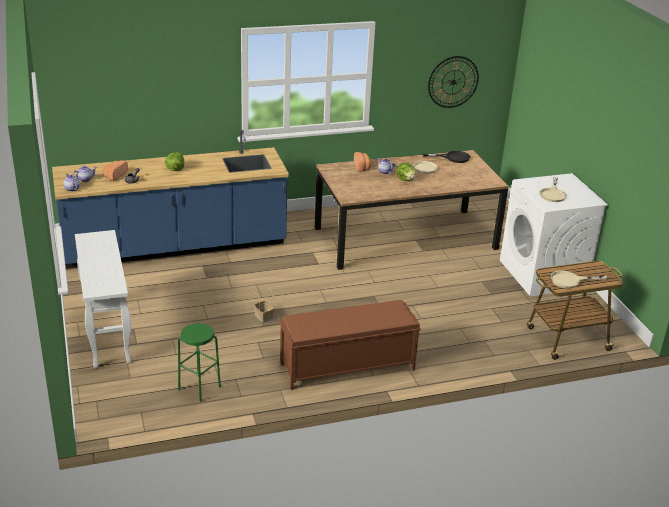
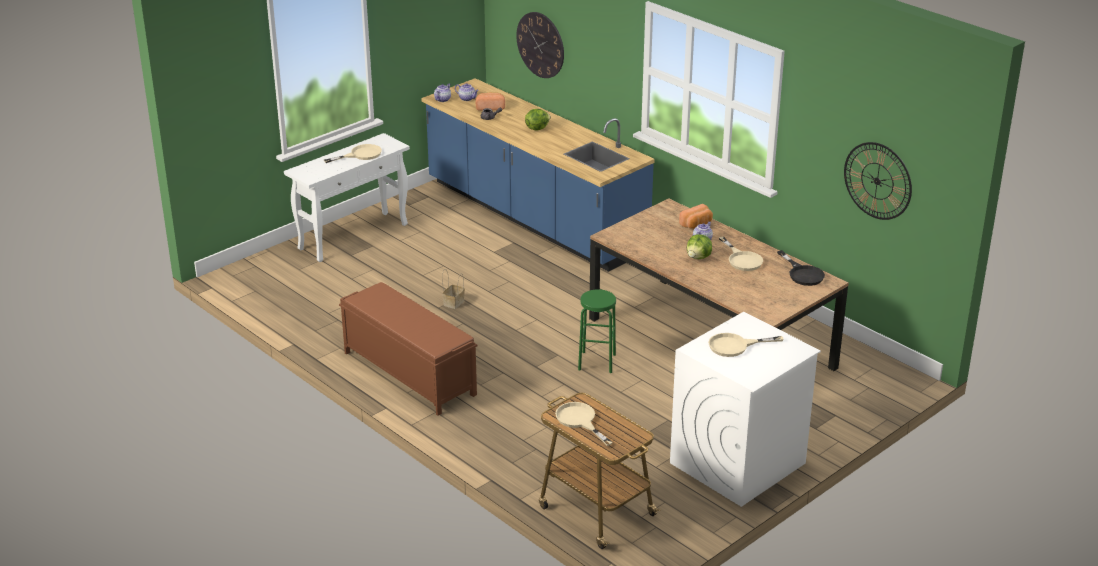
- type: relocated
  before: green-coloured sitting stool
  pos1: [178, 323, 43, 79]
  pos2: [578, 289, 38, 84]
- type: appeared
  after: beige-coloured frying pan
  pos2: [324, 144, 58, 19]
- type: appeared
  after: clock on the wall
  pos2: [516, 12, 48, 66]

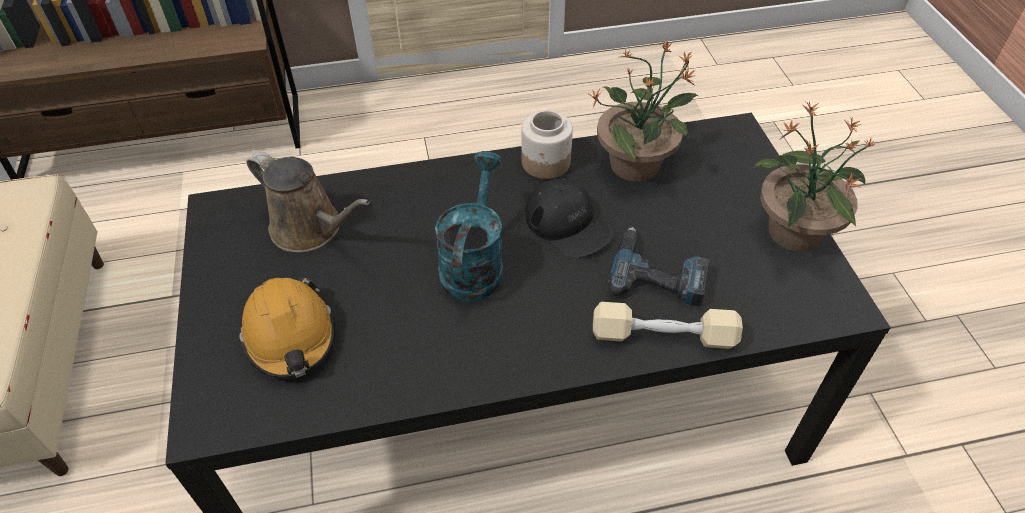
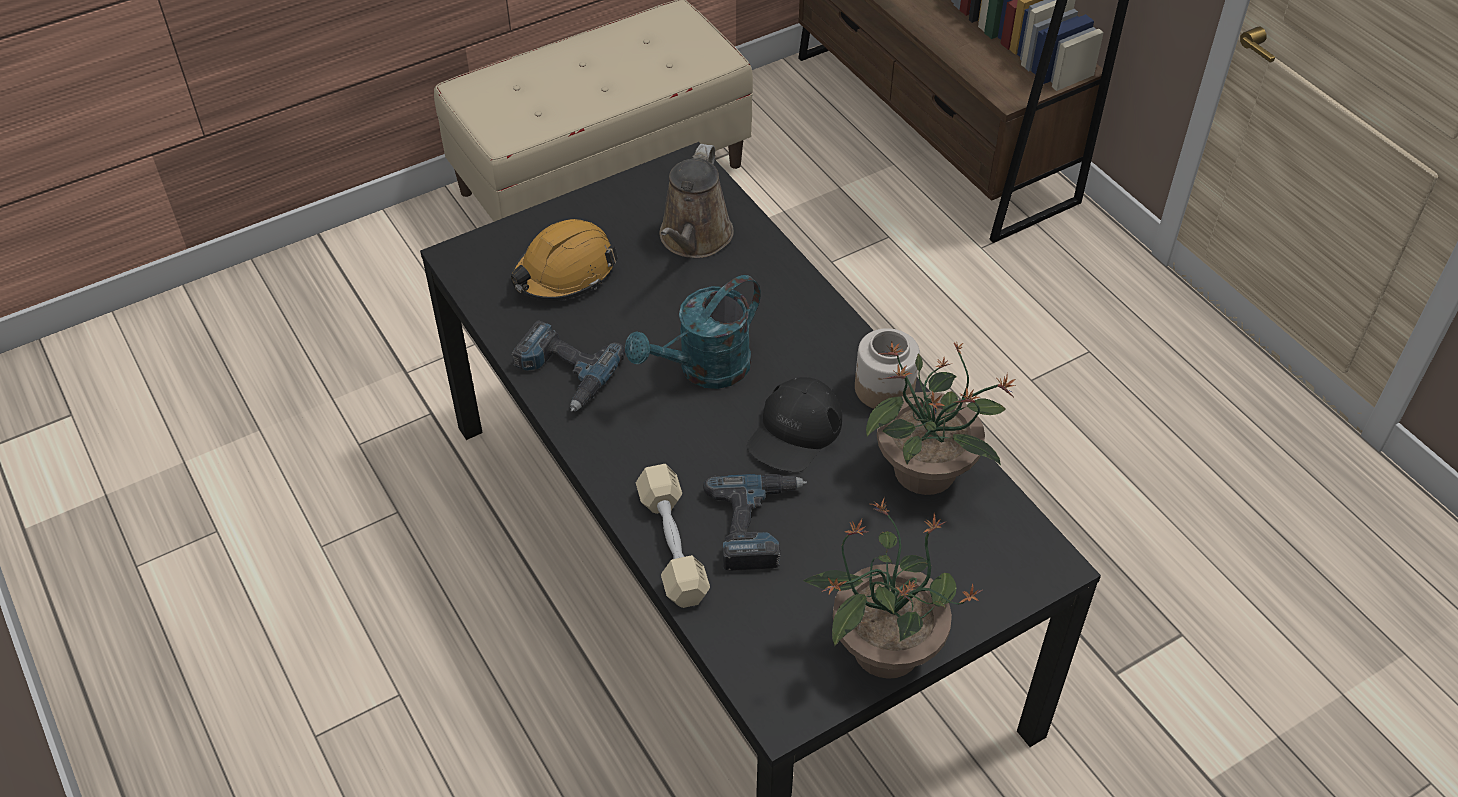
- type: spun
  before: turquoise watering pot
  pos1: [435, 151, 68, 151]
  pos2: [625, 275, 136, 114]
  turn: 150
- type: appeared
  after: electric drill
  pos2: [512, 321, 113, 91]

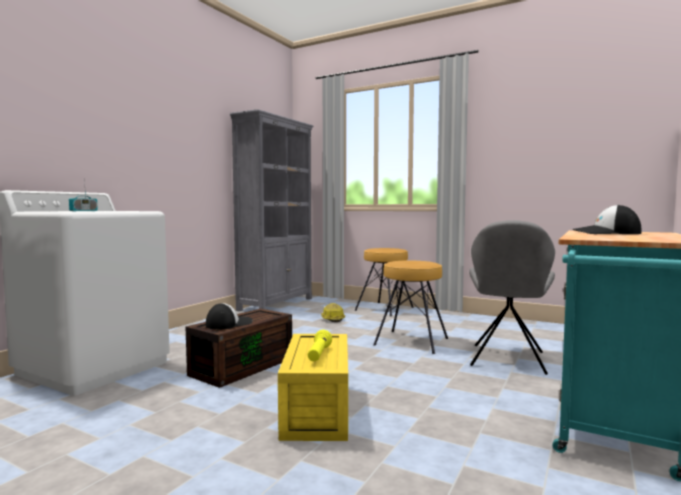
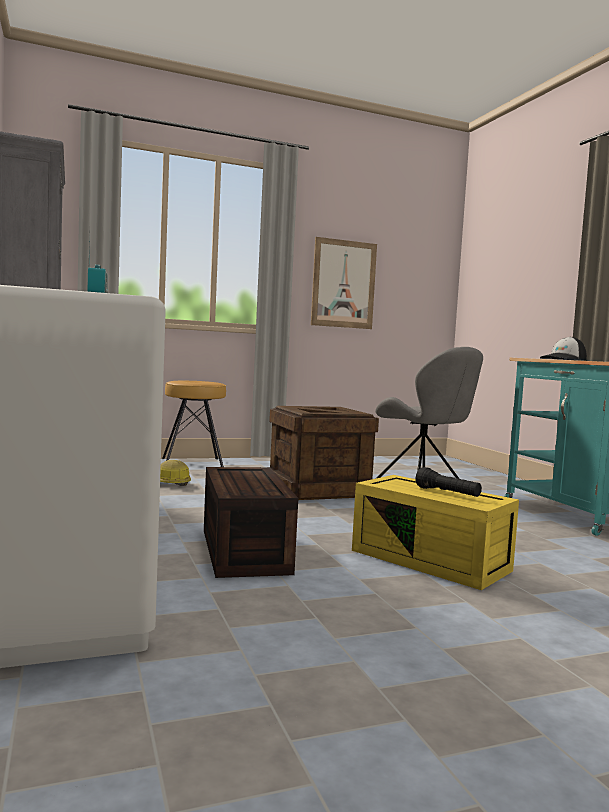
- type: missing
  before: peaked cap
  pos1: [206, 303, 47, 27]
- type: colour
  before: yellow torch
  after: blackish torch
  pos1: [308, 330, 24, 31]
  pos2: [415, 467, 67, 30]
- type: exchanged
  before: brown sitting stool
  after: packing crate
  pos1: [373, 261, 75, 93]
  pos2: [269, 406, 110, 94]
- type: appeared
  after: picture
  pos2: [311, 237, 66, 92]

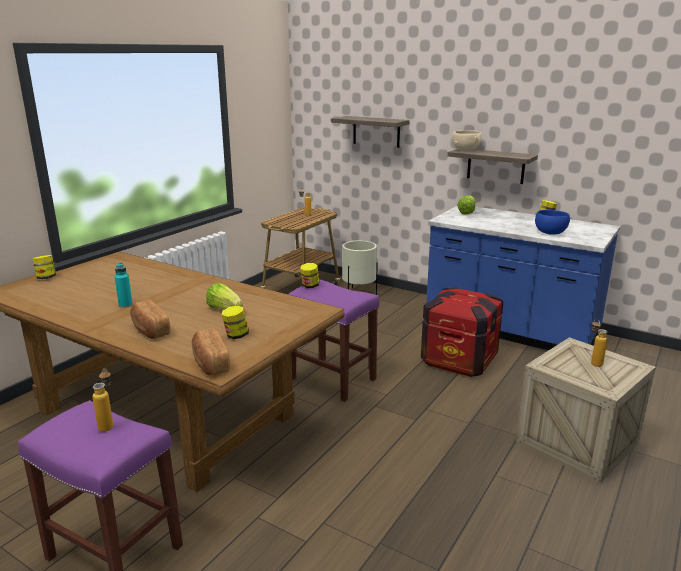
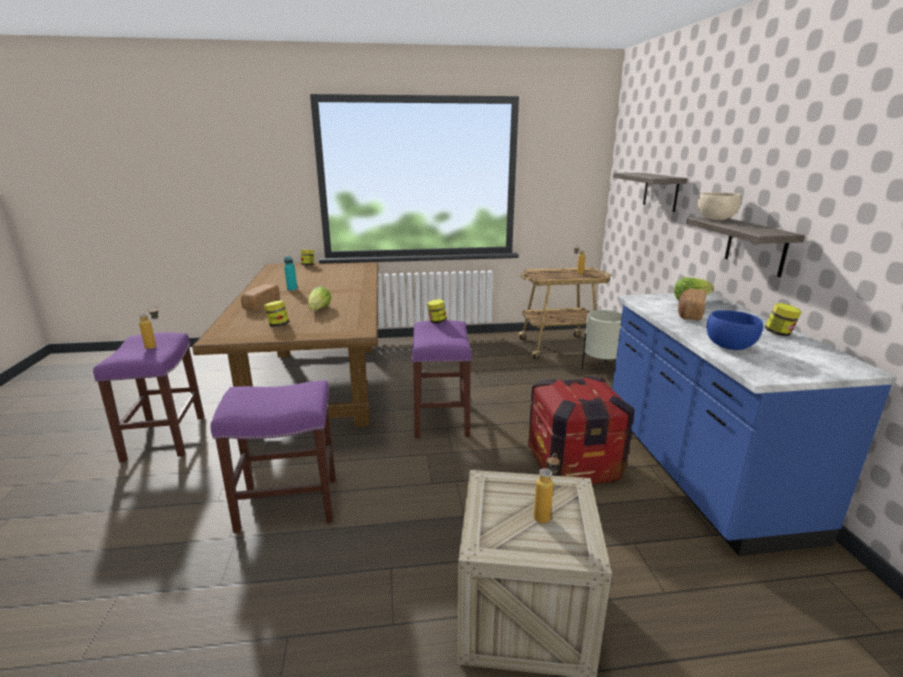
- type: relocated
  before: bread
  pos1: [192, 328, 38, 48]
  pos2: [678, 288, 28, 33]
- type: appeared
  after: purple-coloured sitting stool
  pos2: [211, 380, 125, 153]

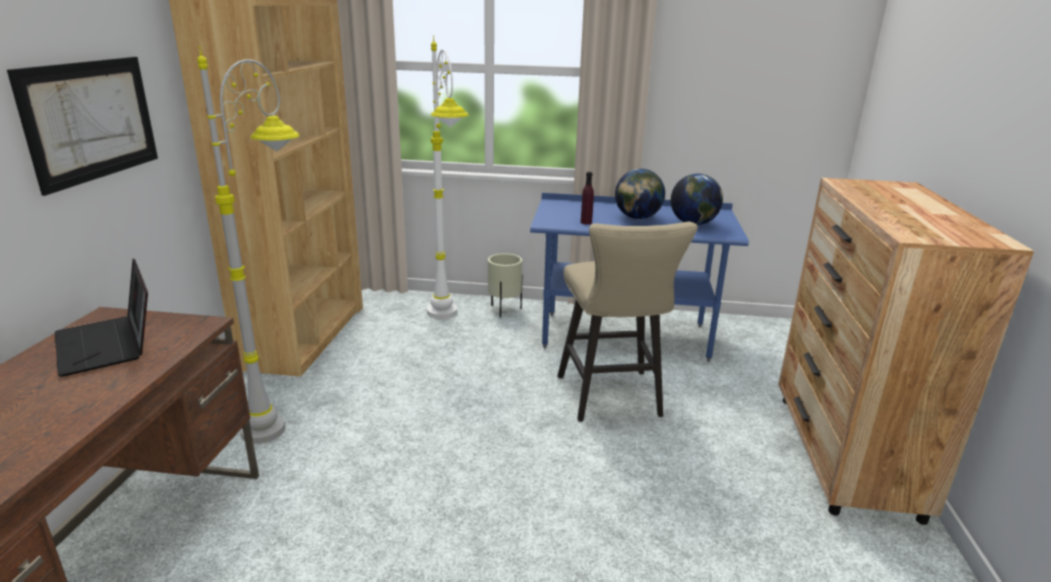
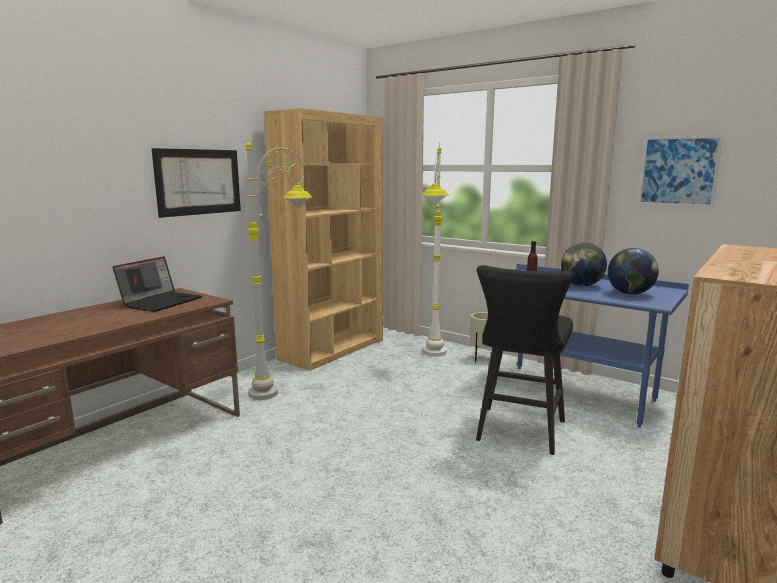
- type: spun
  before: notebook computer
  pos1: [55, 259, 93, 118]
  pos2: [112, 256, 90, 56]
  turn: -150
- type: colour
  before: beige-coloured sitting stool
  after: blackish sitting stool
  pos1: [558, 222, 140, 200]
  pos2: [476, 265, 98, 190]
- type: appeared
  after: picture
  pos2: [638, 135, 85, 72]

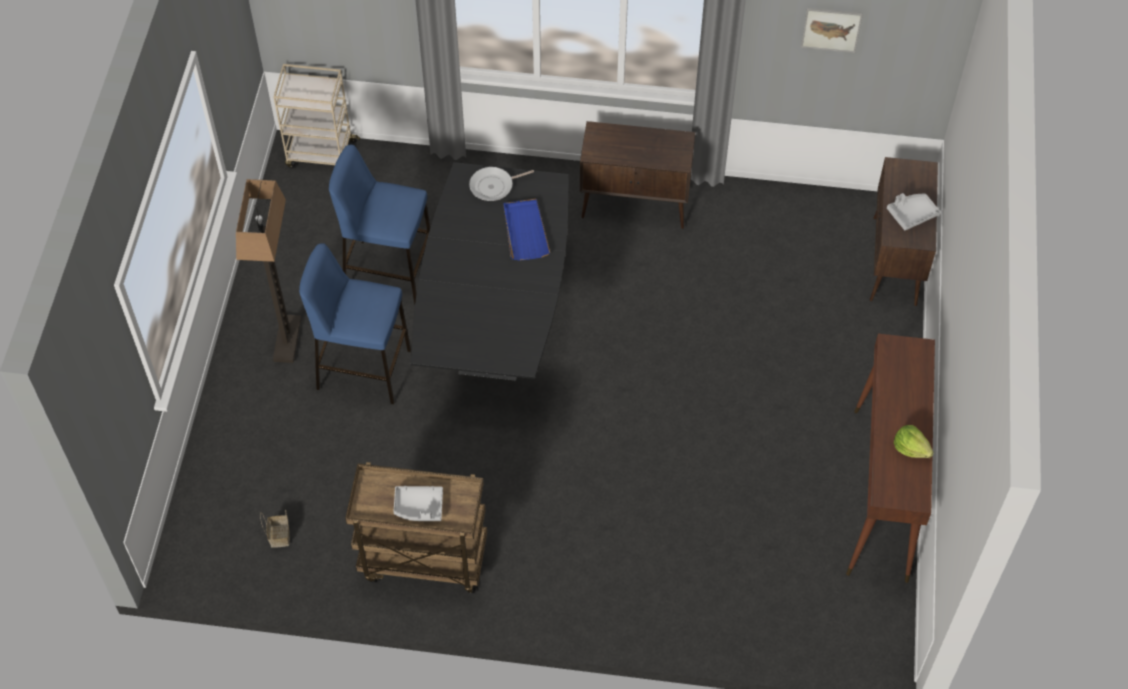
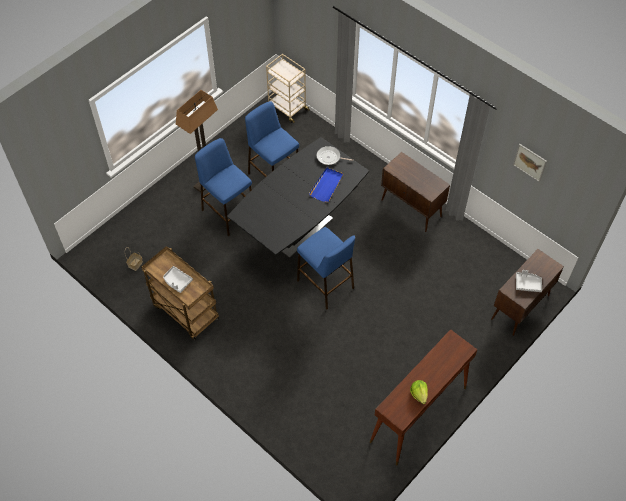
- type: appeared
  after: blue sitting stool
  pos2: [297, 227, 58, 83]

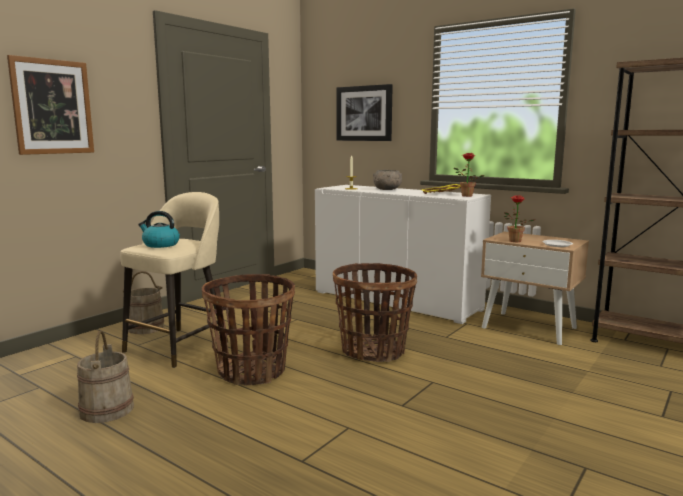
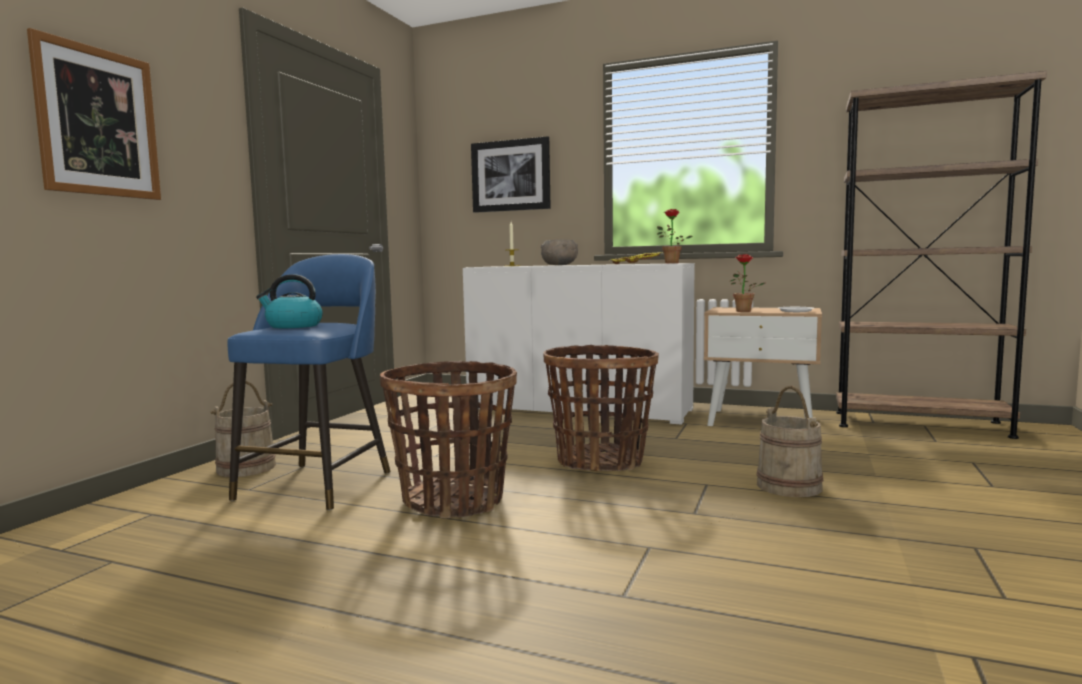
- type: relocated
  before: beige-coloured pail
  pos1: [77, 331, 57, 92]
  pos2: [757, 386, 66, 111]
- type: colour
  before: beige-coloured sitting stool
  after: blue sitting stool
  pos1: [120, 192, 108, 176]
  pos2: [227, 254, 164, 256]

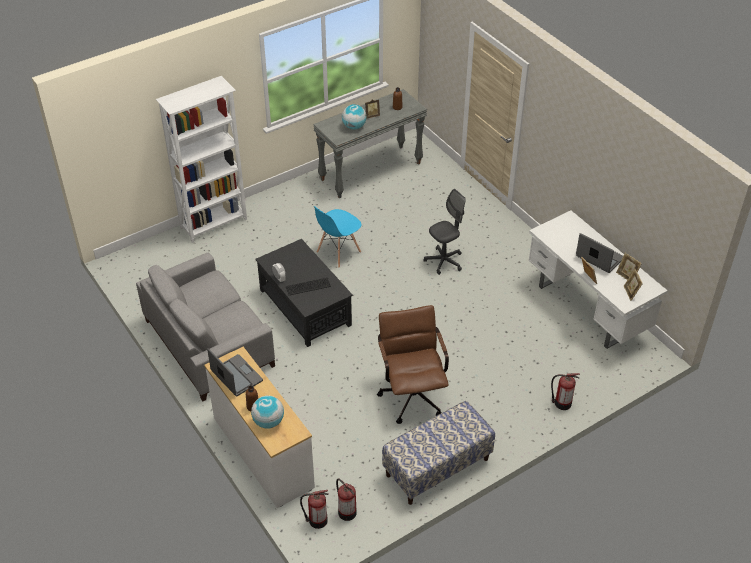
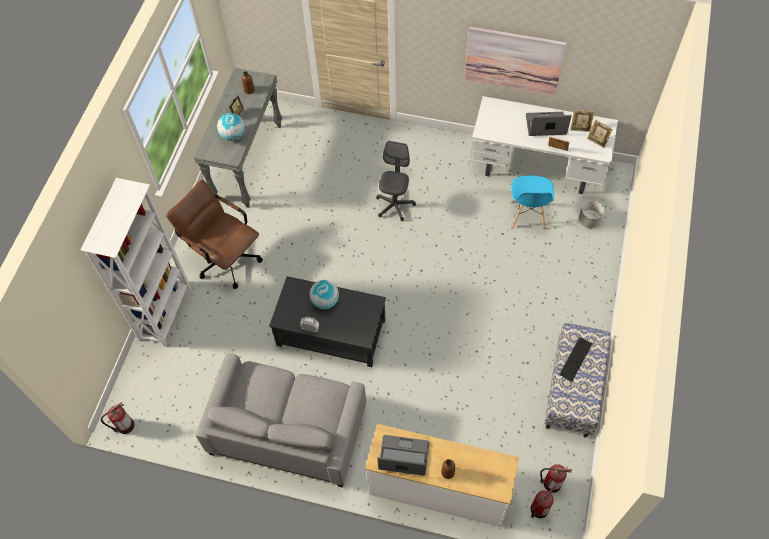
- type: relocated
  before: desk globe
  pos1: [251, 396, 33, 32]
  pos2: [309, 280, 30, 29]
- type: relocated
  before: keyboard
  pos1: [286, 278, 45, 17]
  pos2: [559, 337, 33, 44]
- type: relocated
  before: blue plain chair
  pos1: [314, 206, 48, 62]
  pos2: [511, 176, 43, 53]
- type: relocated
  before: brown office chair
  pos1: [377, 305, 72, 119]
  pos2: [166, 179, 97, 110]
- type: relocated
  before: extinguisher
  pos1: [551, 373, 29, 37]
  pos2: [101, 402, 33, 32]
- type: appeared
  after: picture
  pos2: [465, 27, 101, 68]
- type: appeared
  after: gray flower pot
  pos2: [579, 200, 25, 28]

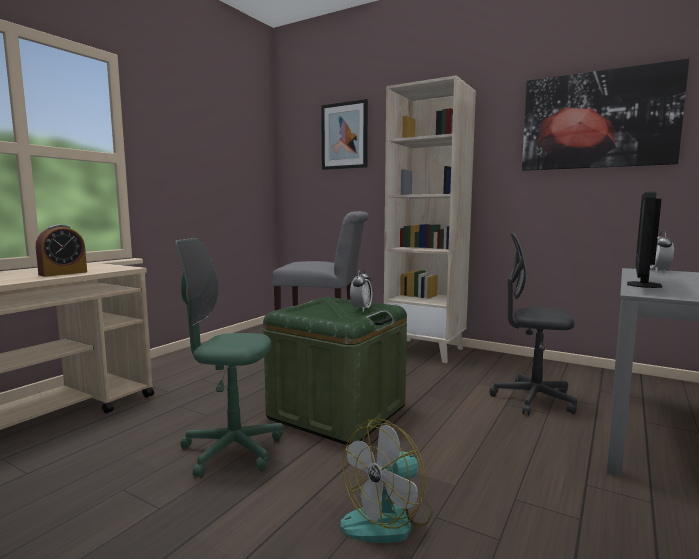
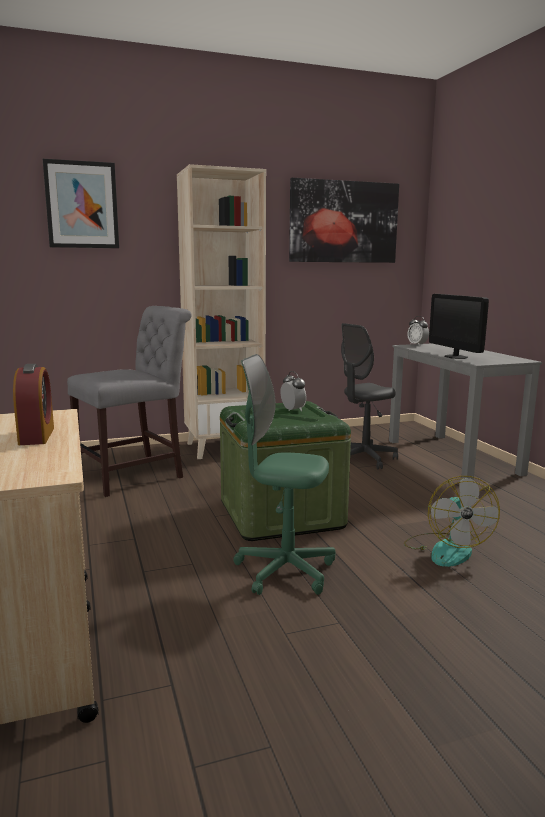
- type: spun
  before: green-coloured office chair
  pos1: [175, 238, 108, 240]
  pos2: [233, 354, 102, 241]
  turn: 60

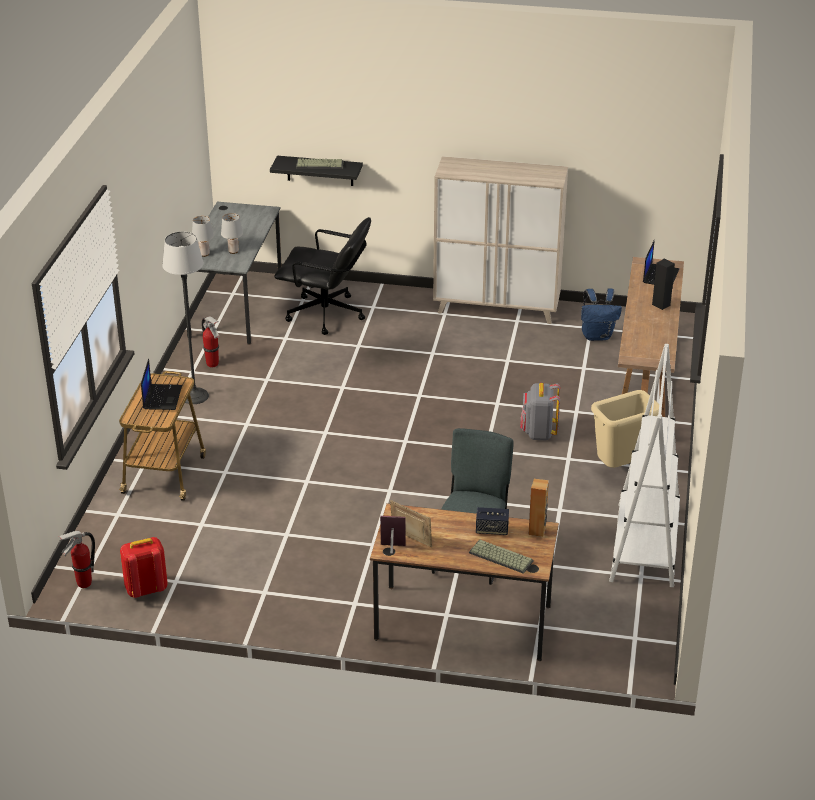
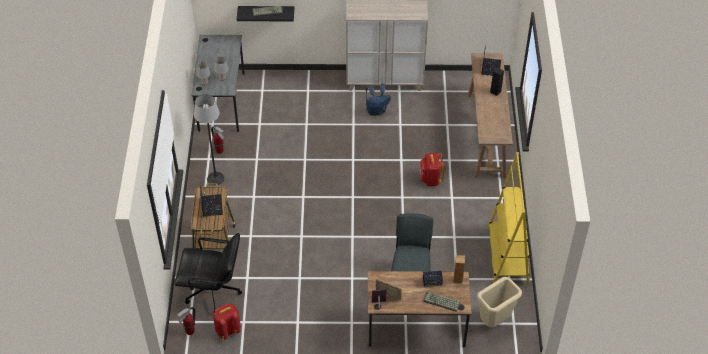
- type: relocated
  before: blackish office chair
  pos1: [274, 217, 97, 118]
  pos2: [175, 233, 67, 79]
- type: colour
  before: gray knapsack
  after: red knapsack
  pos1: [520, 383, 40, 57]
  pos2: [419, 153, 26, 33]
- type: relocated
  before: blue knapsack
  pos1: [581, 288, 41, 53]
  pos2: [366, 84, 25, 32]
- type: relocated
  before: beige-coloured waste bin
  pos1: [591, 390, 71, 78]
  pos2: [477, 277, 45, 50]
- type: colour
  before: whitish bookcase
  after: yellow bookcase
  pos1: [609, 344, 71, 243]
  pos2: [487, 152, 43, 133]

